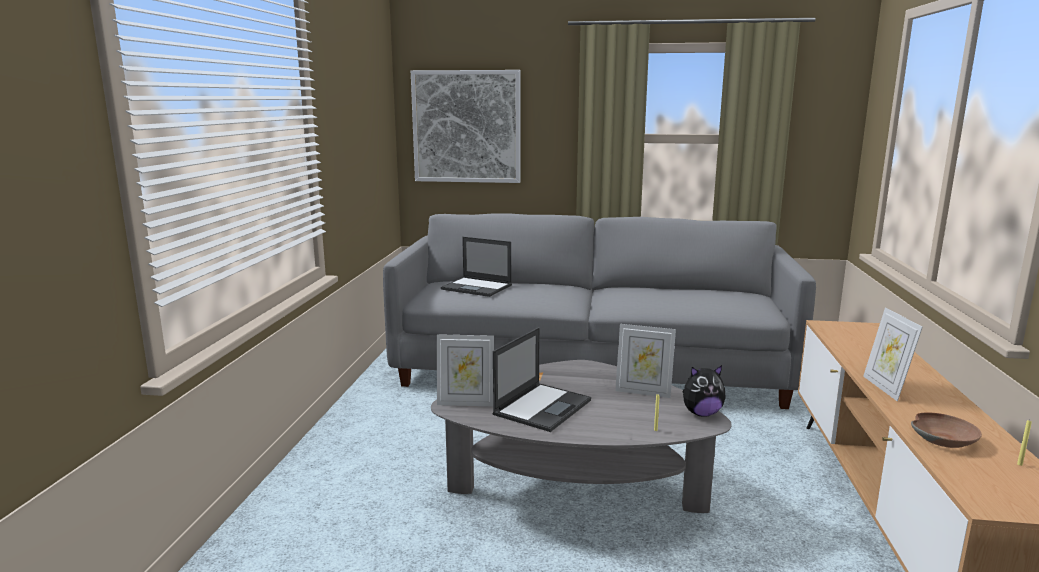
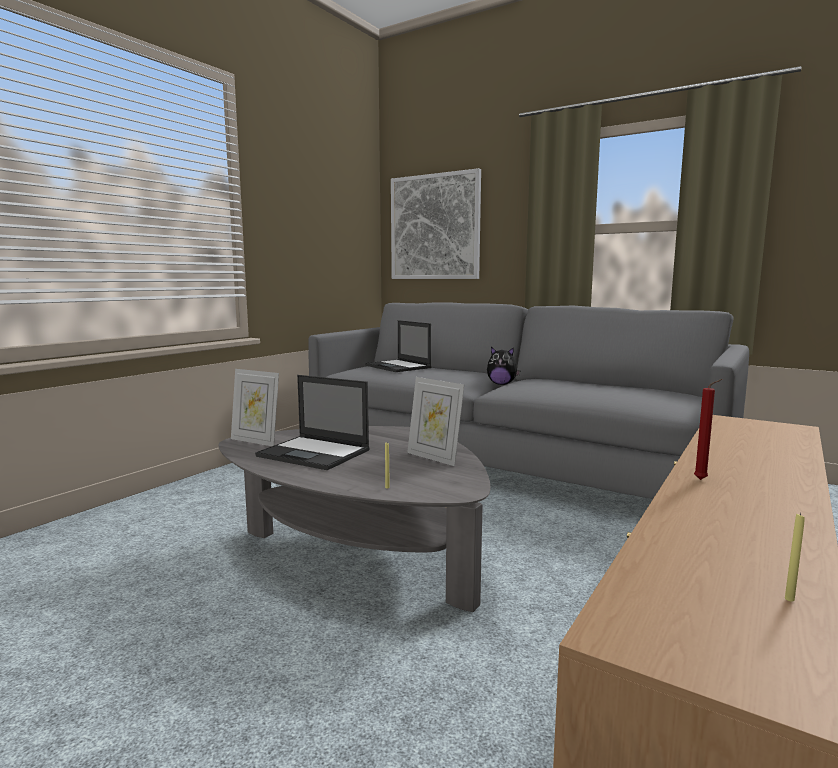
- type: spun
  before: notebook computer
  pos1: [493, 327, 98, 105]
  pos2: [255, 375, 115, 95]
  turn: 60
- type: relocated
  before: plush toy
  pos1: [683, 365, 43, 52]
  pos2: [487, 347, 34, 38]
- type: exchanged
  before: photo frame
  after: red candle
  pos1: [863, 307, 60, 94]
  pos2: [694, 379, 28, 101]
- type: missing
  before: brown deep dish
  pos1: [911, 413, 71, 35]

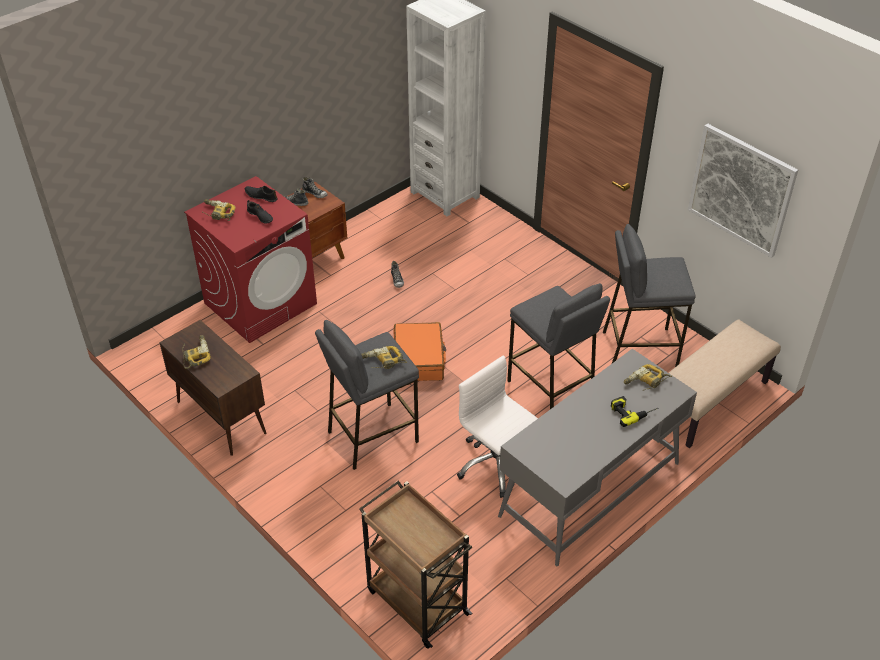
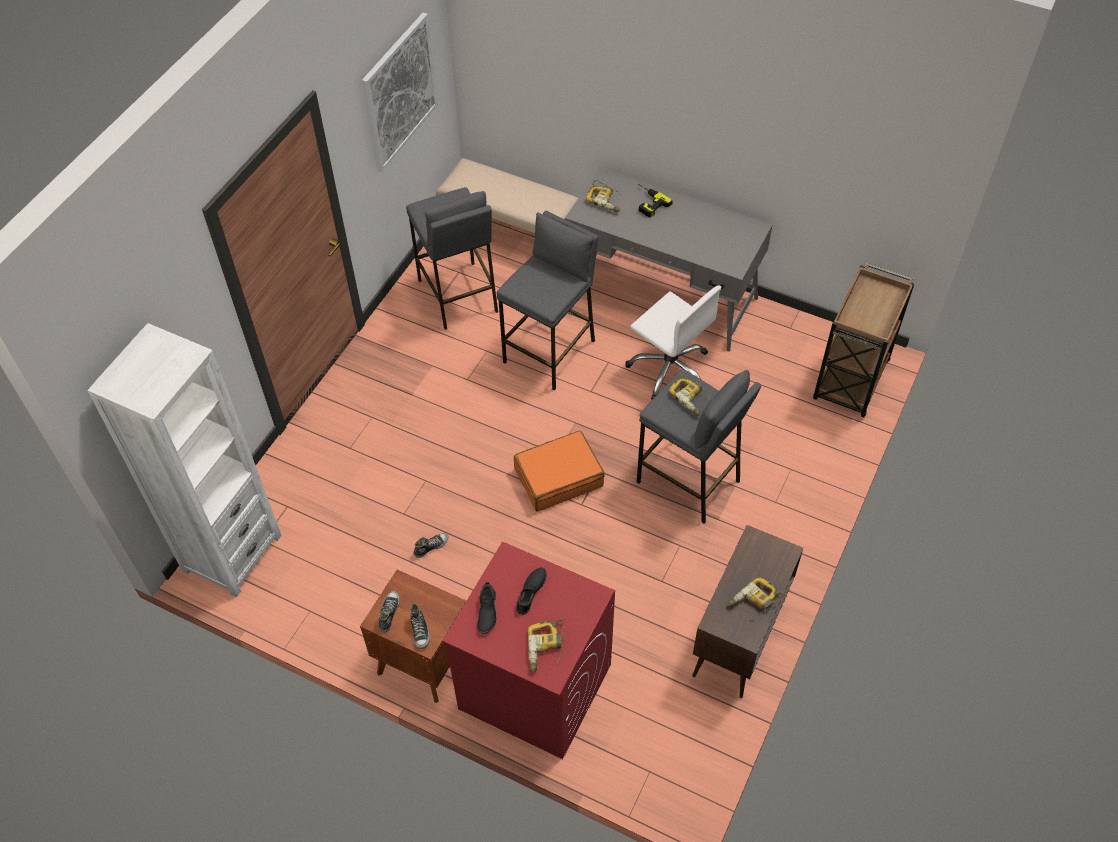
- type: spun
  before: whitish office chair
  pos1: [457, 355, 81, 143]
  pos2: [625, 285, 96, 115]
  turn: -75

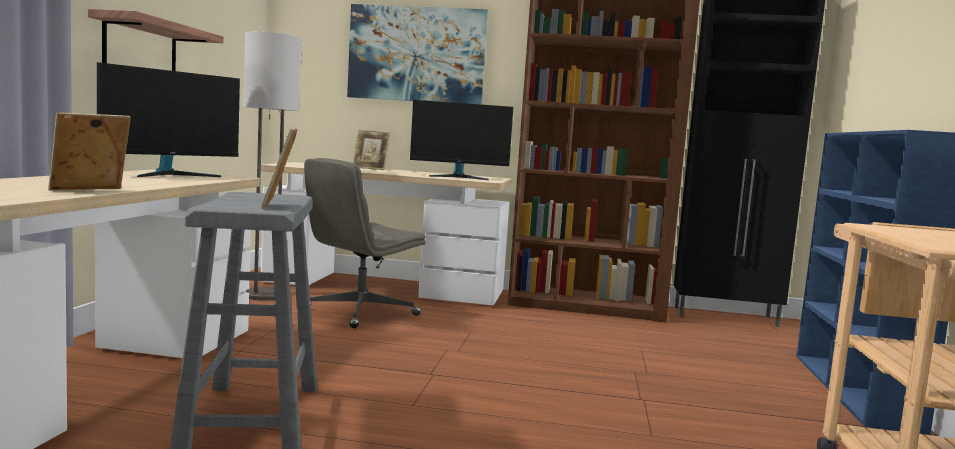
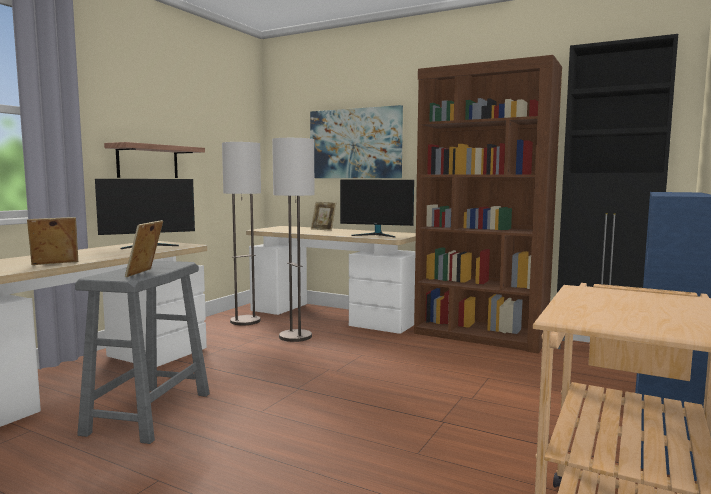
- type: exchanged
  before: gray office chair
  after: floor lamp
  pos1: [304, 158, 122, 170]
  pos2: [272, 138, 43, 204]

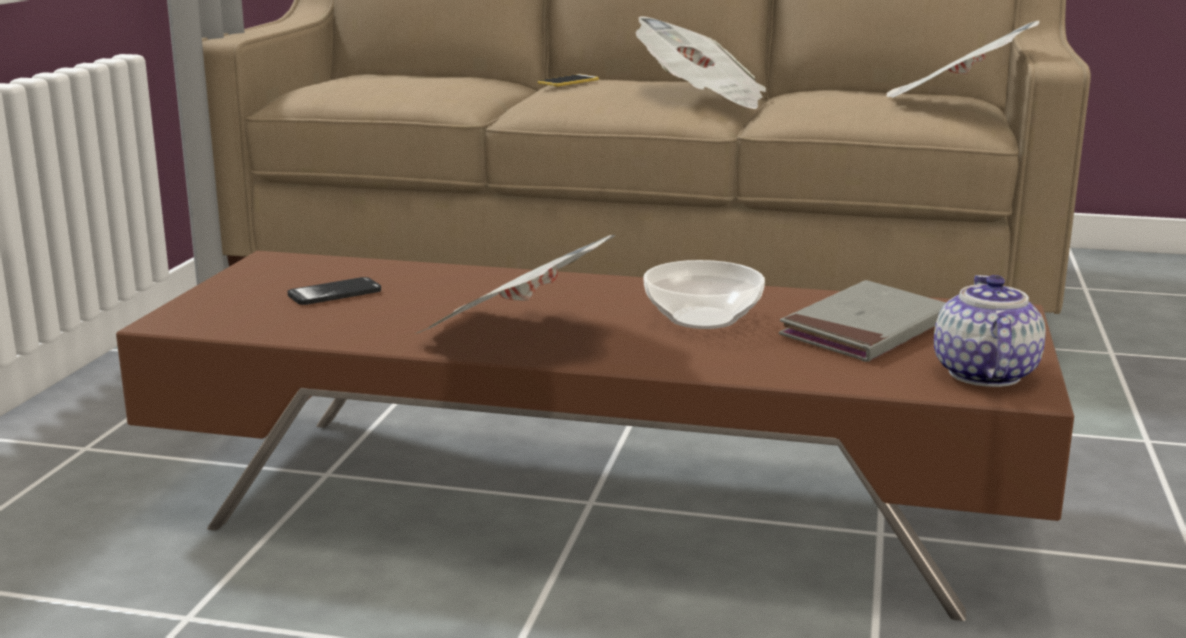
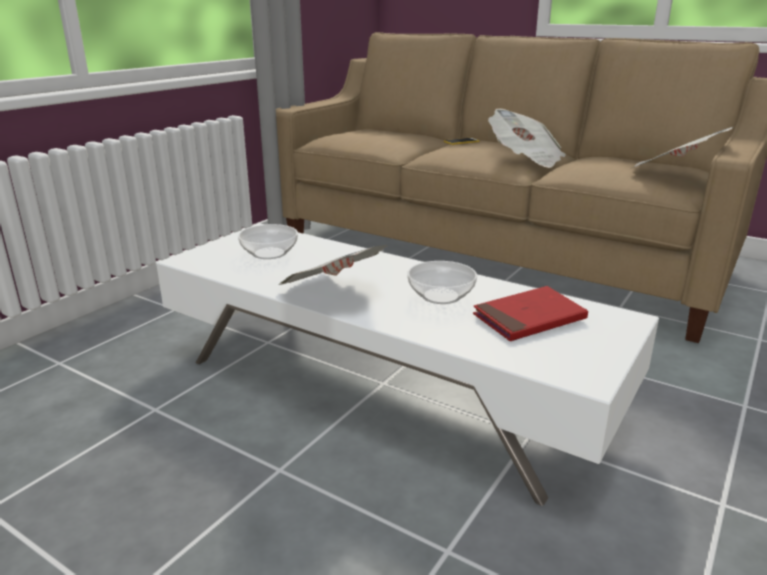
- type: colour
  before: brown lounge table
  after: whitish lounge table
  pos1: [116, 251, 958, 370]
  pos2: [156, 223, 503, 283]
- type: exchanged
  before: phone
  after: deep dish
  pos1: [287, 277, 94, 28]
  pos2: [238, 224, 60, 35]
- type: colour
  before: gray volume
  after: red volume
  pos1: [779, 280, 167, 82]
  pos2: [473, 286, 115, 55]
- type: missing
  before: tea pot
  pos1: [934, 275, 112, 112]

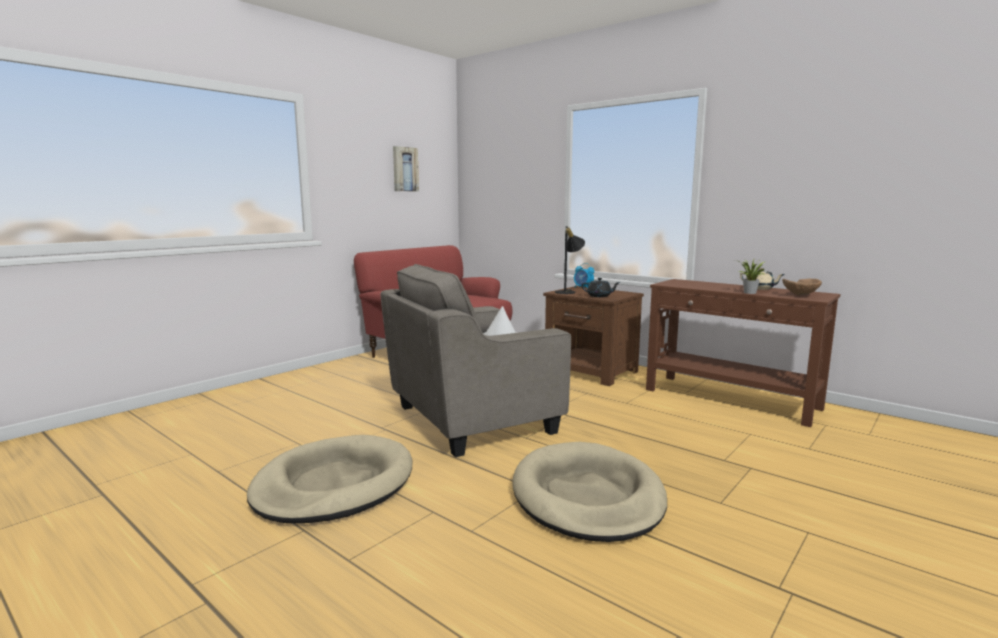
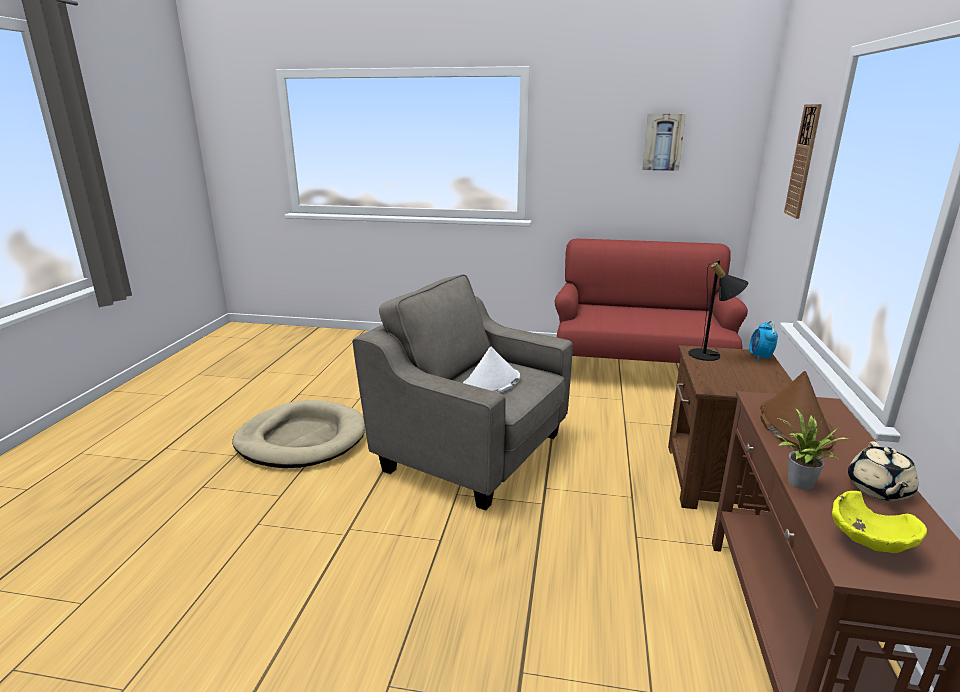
- type: missing
  before: beige-coloured pet bed
  pos1: [512, 442, 155, 100]
- type: missing
  before: blackish tea pot
  pos1: [581, 278, 40, 19]
- type: colour
  before: brown deep dish
  after: yellow deep dish
  pos1: [782, 279, 40, 16]
  pos2: [832, 491, 95, 62]
- type: appeared
  after: brown clothing hat
  pos2: [760, 371, 75, 81]
- type: appeared
  after: clock on the wall
  pos2: [784, 104, 38, 115]

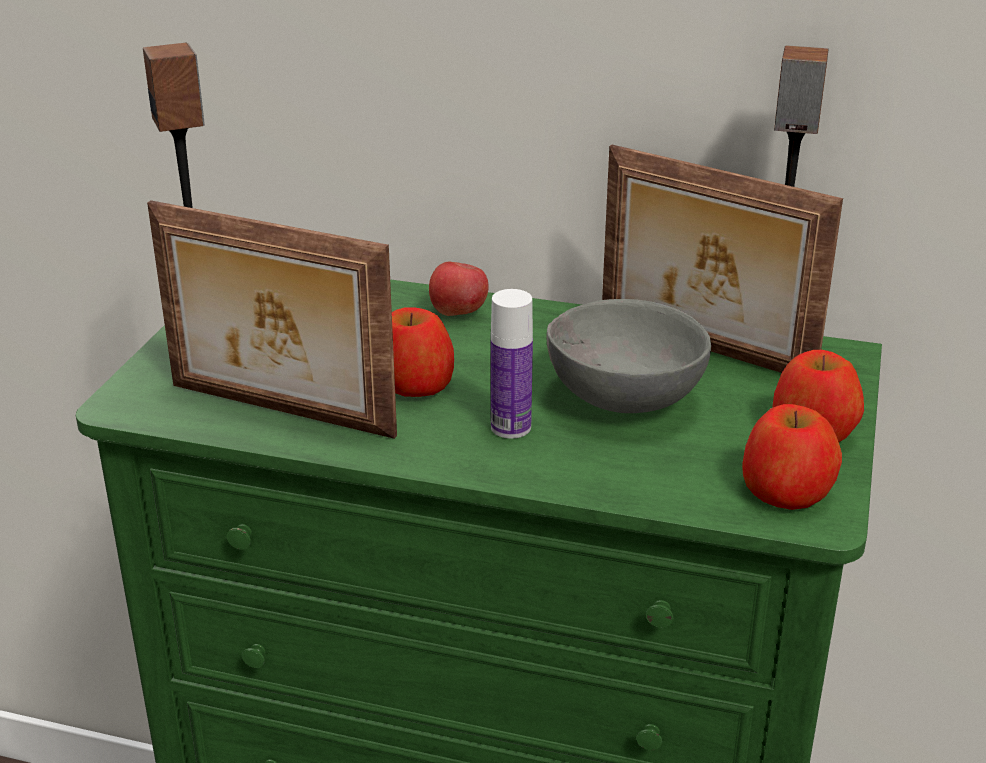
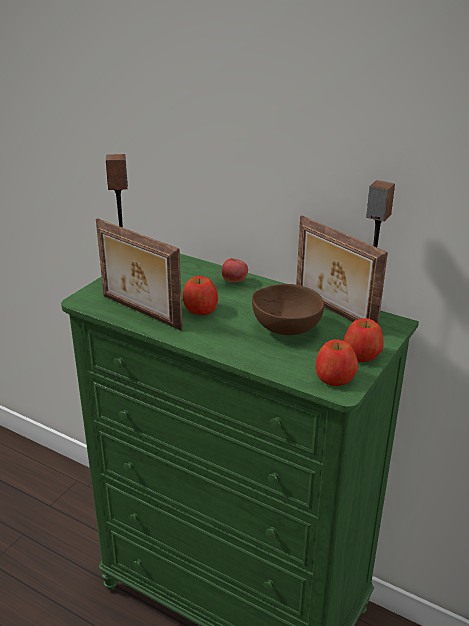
- type: missing
  before: drink bottle
  pos1: [491, 289, 42, 150]
- type: colour
  before: gray deep dish
  after: brown deep dish
  pos1: [547, 299, 164, 114]
  pos2: [252, 284, 72, 51]

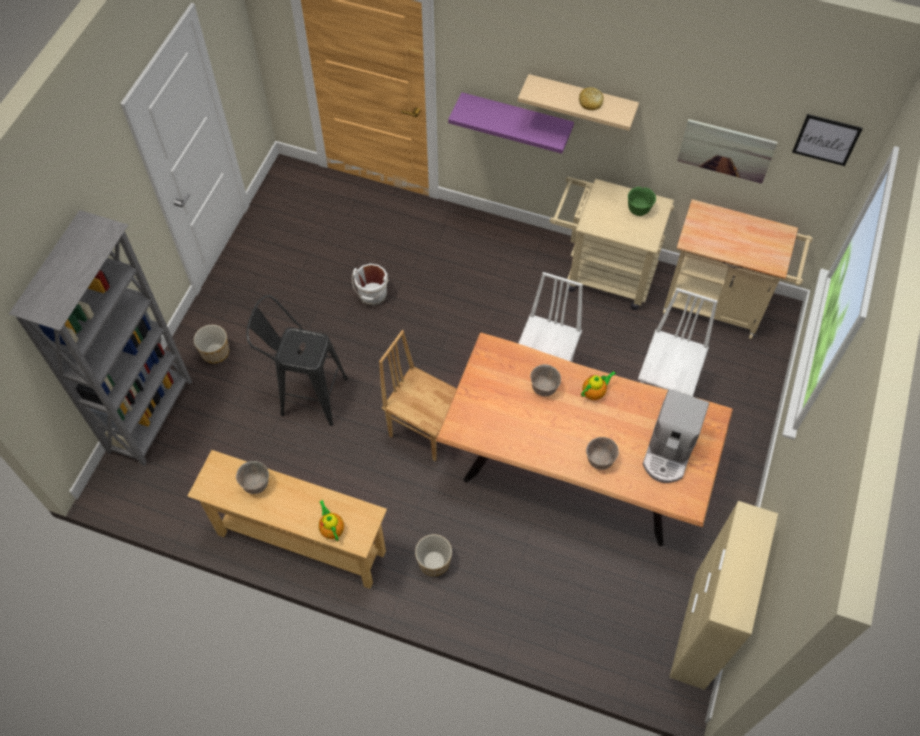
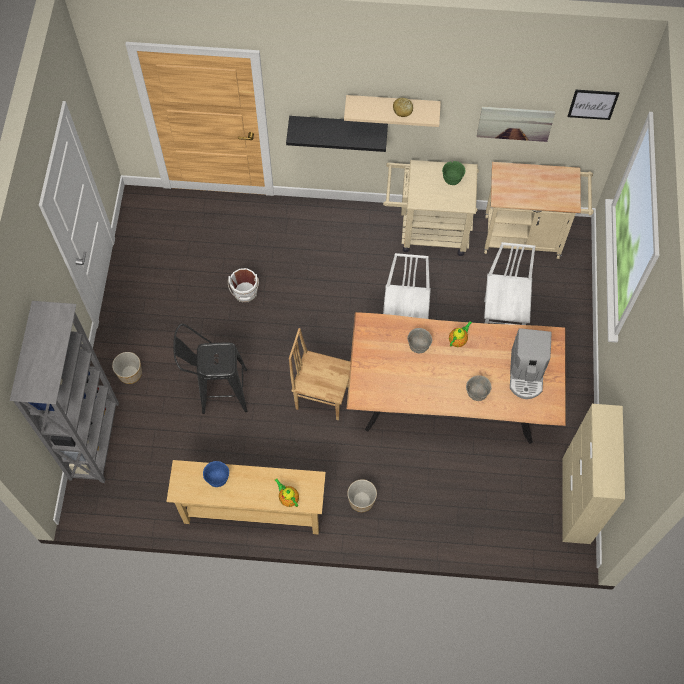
- type: colour
  before: gray deep dish
  after: blue deep dish
  pos1: [236, 461, 33, 33]
  pos2: [203, 461, 26, 26]
- type: colour
  before: purple-coloured bracket shelf
  after: blackish bracket shelf
  pos1: [448, 92, 126, 62]
  pos2: [286, 116, 102, 36]

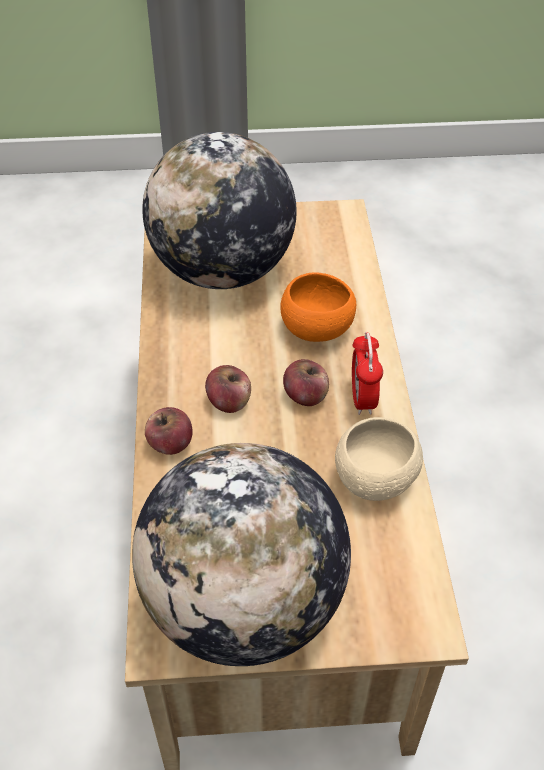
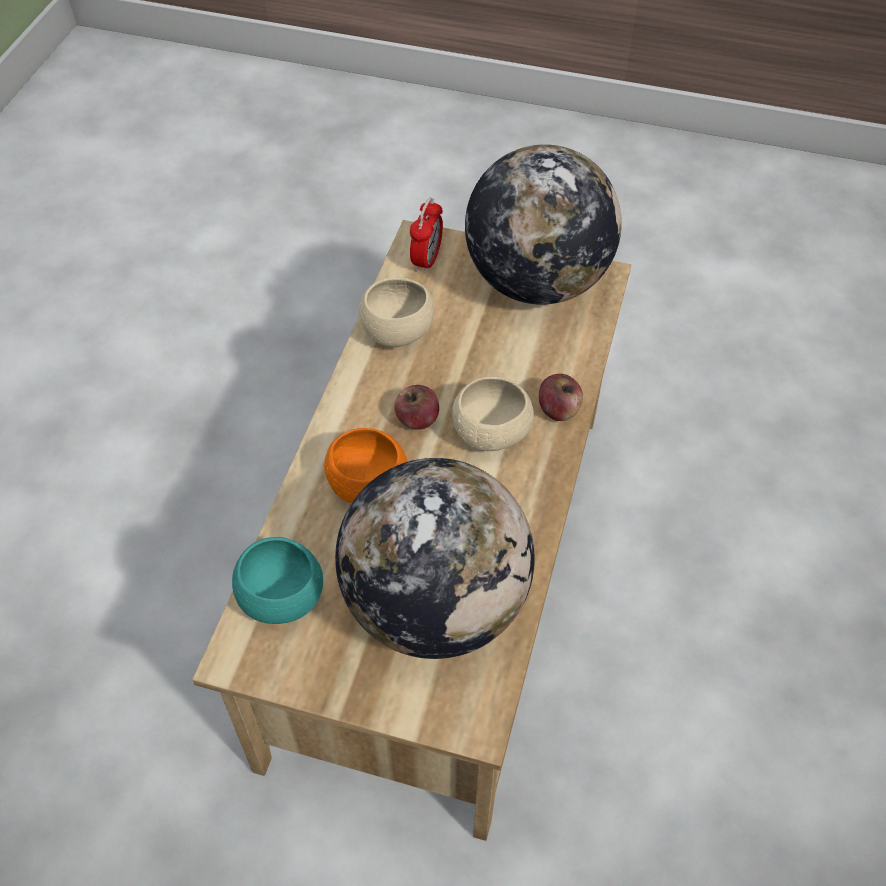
- type: exchanged
  before: apple
  after: beige-coloured deep dish
  pos1: [205, 365, 46, 48]
  pos2: [452, 376, 82, 75]
- type: relocated
  before: bedside clock
  pos1: [352, 332, 31, 83]
  pos2: [410, 198, 33, 76]
- type: appeared
  after: turquoise deep dish
  pos2: [232, 537, 91, 87]

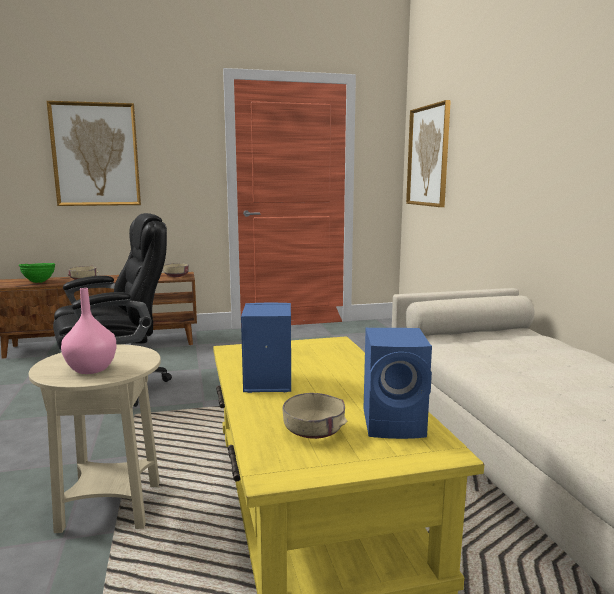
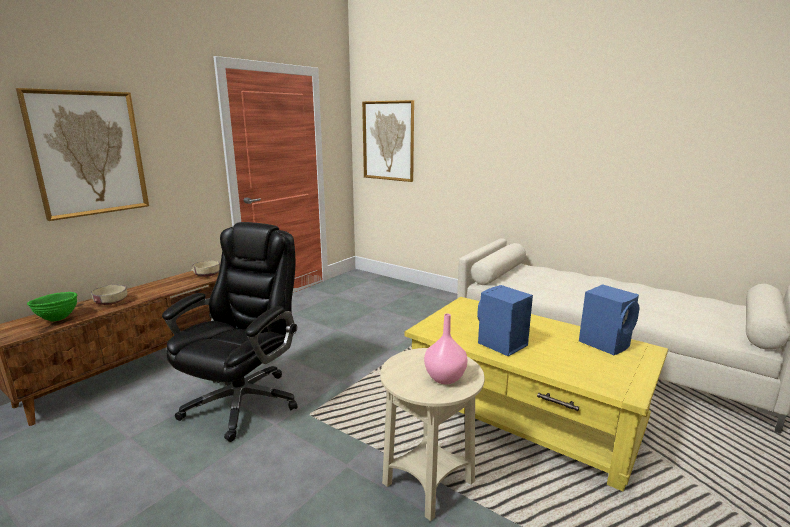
- type: missing
  before: beige-coloured deep dish
  pos1: [282, 393, 65, 46]

